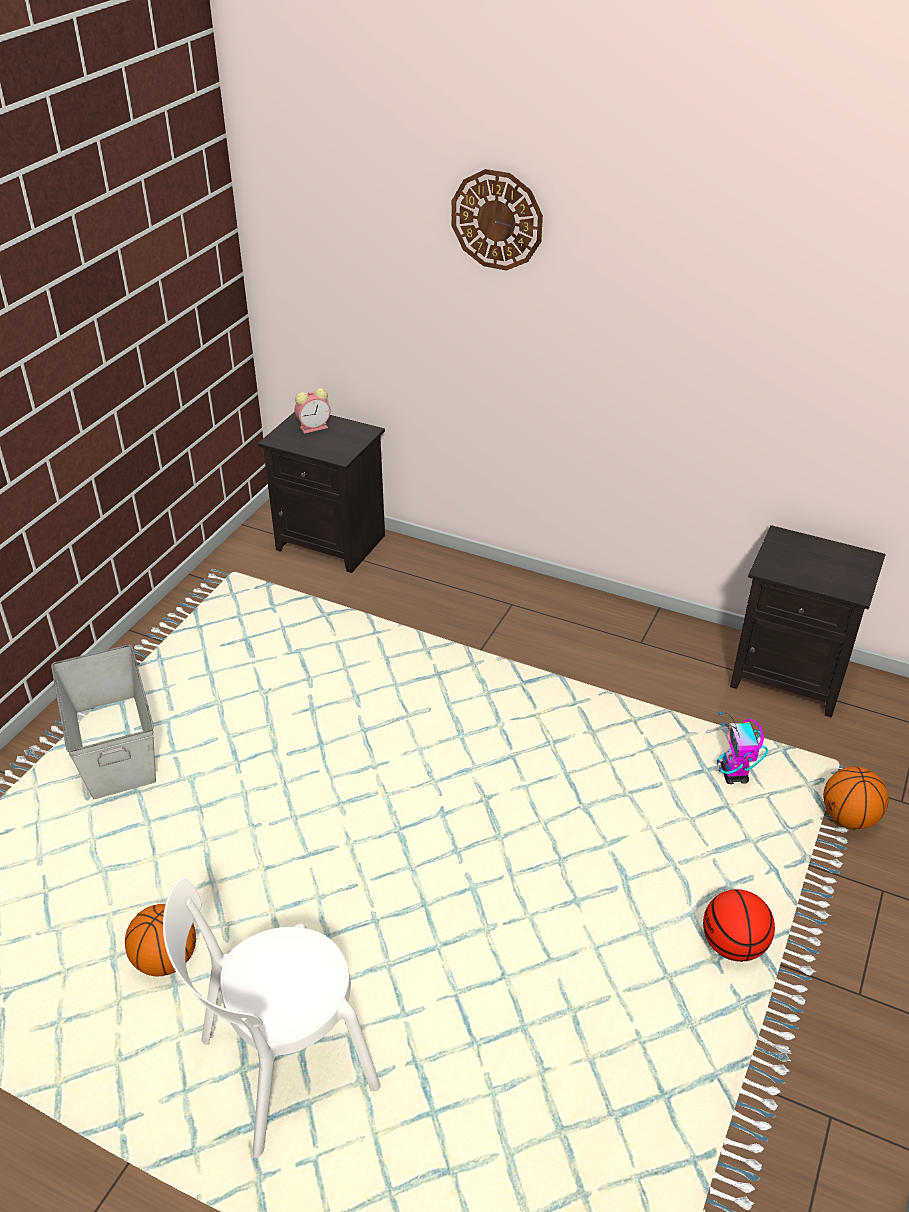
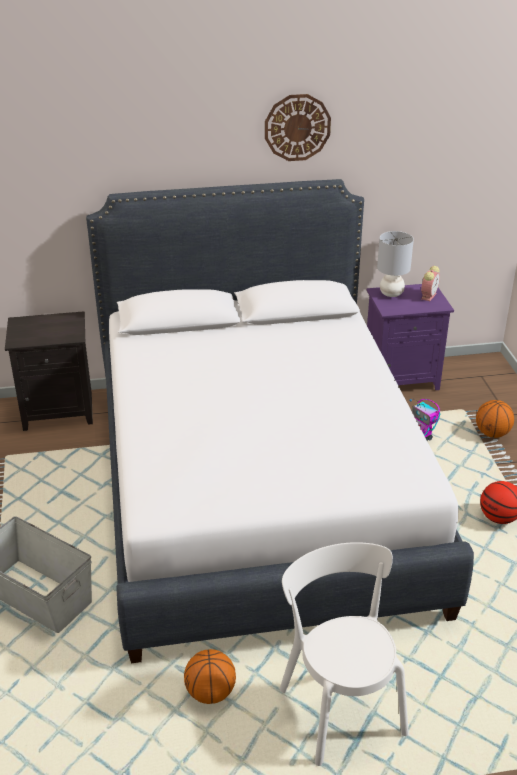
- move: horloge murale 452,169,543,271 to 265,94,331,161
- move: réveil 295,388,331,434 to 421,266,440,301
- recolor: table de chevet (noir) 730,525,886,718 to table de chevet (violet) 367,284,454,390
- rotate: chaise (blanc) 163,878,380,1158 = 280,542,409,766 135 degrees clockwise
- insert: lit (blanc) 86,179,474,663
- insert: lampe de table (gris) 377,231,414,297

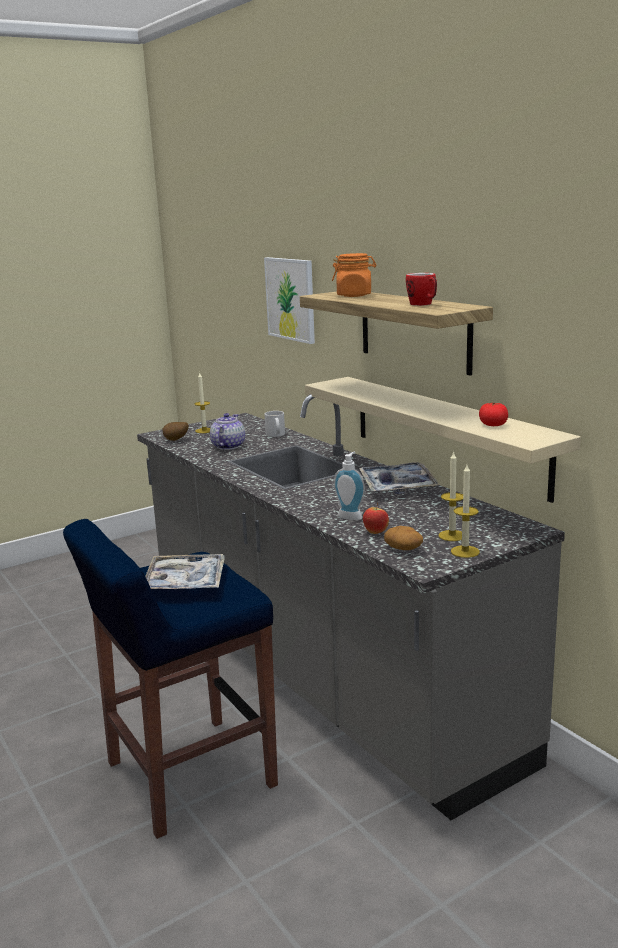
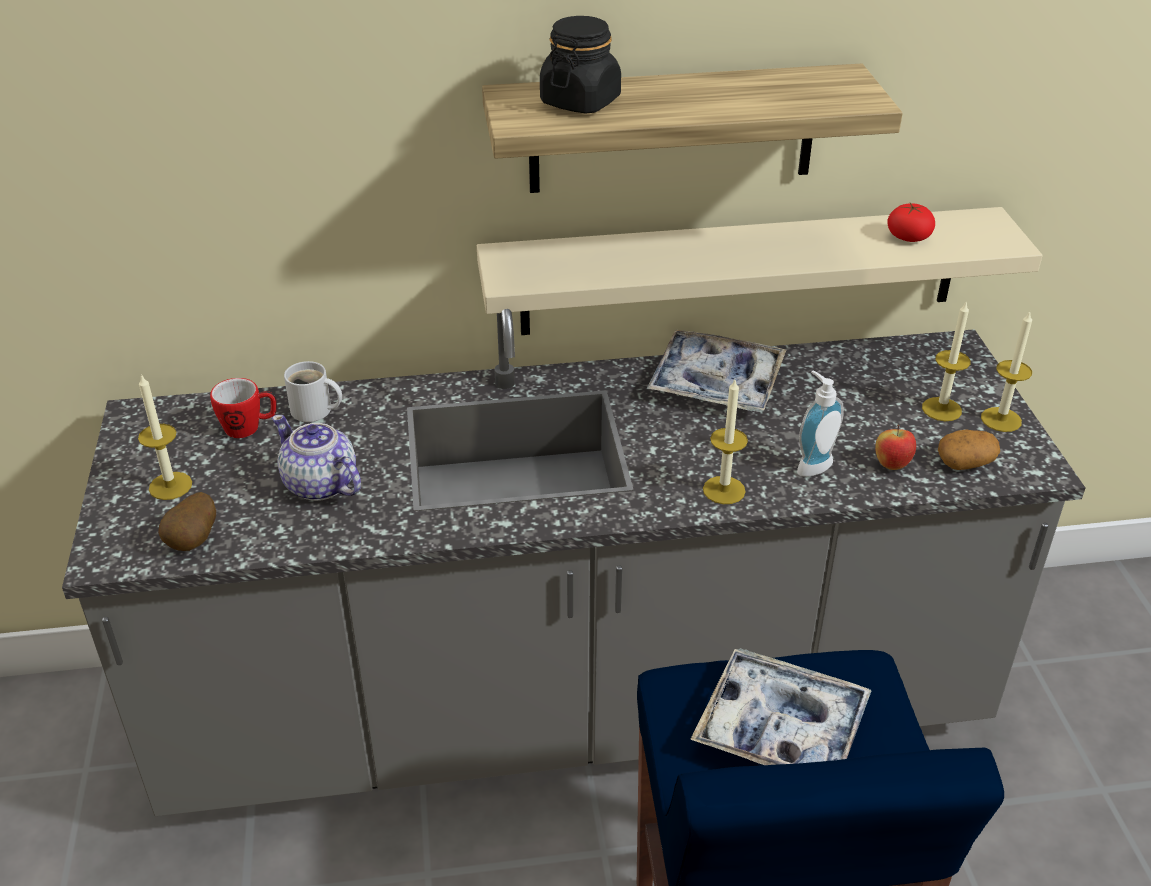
- recolor: bocal (orange) 332,253,376,297 to bocal (noir) 540,16,621,113
- delete: tableau 264,257,315,344
- move: mug 406,273,437,306 to 210,378,277,438
- insert: bougie 703,380,748,504

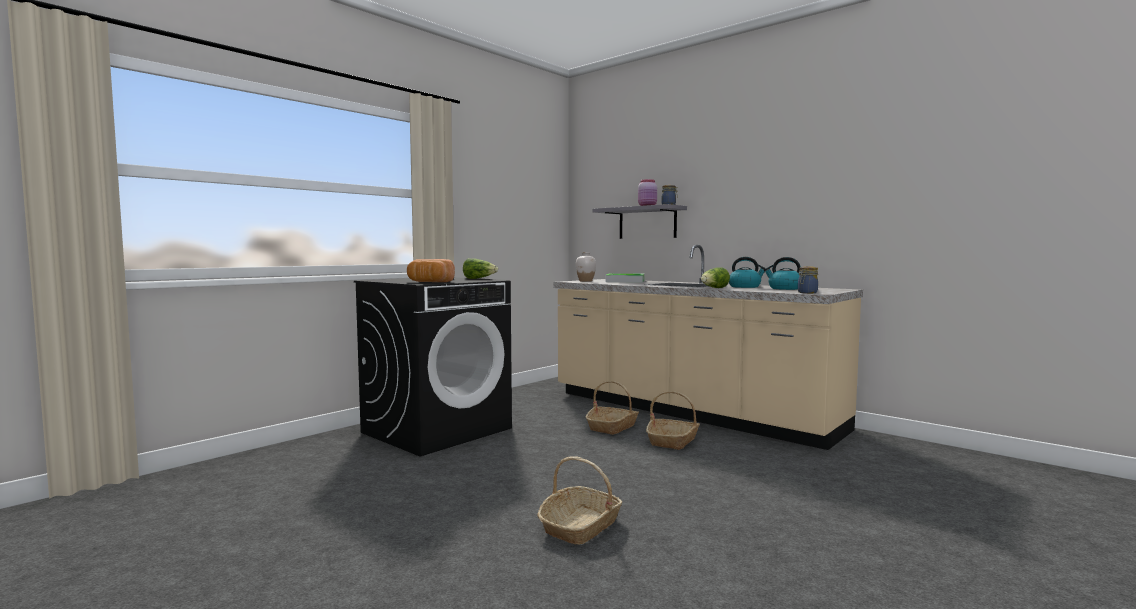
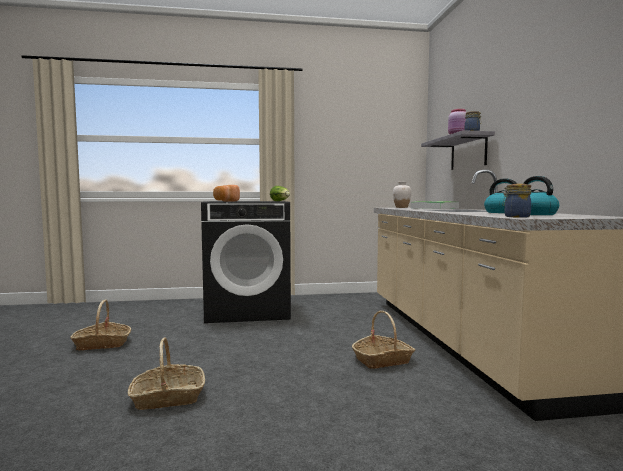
- delete: laitue 701,267,730,288
- move: panier 585,381,639,435 to 70,299,131,350

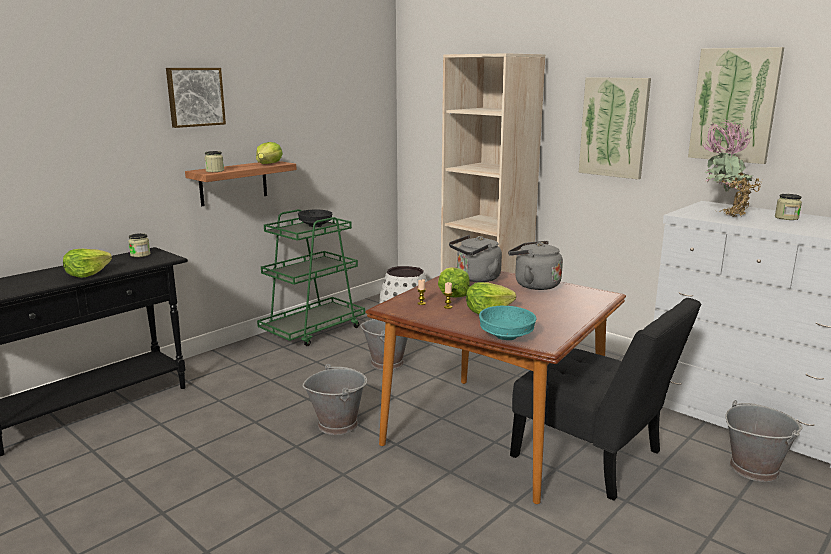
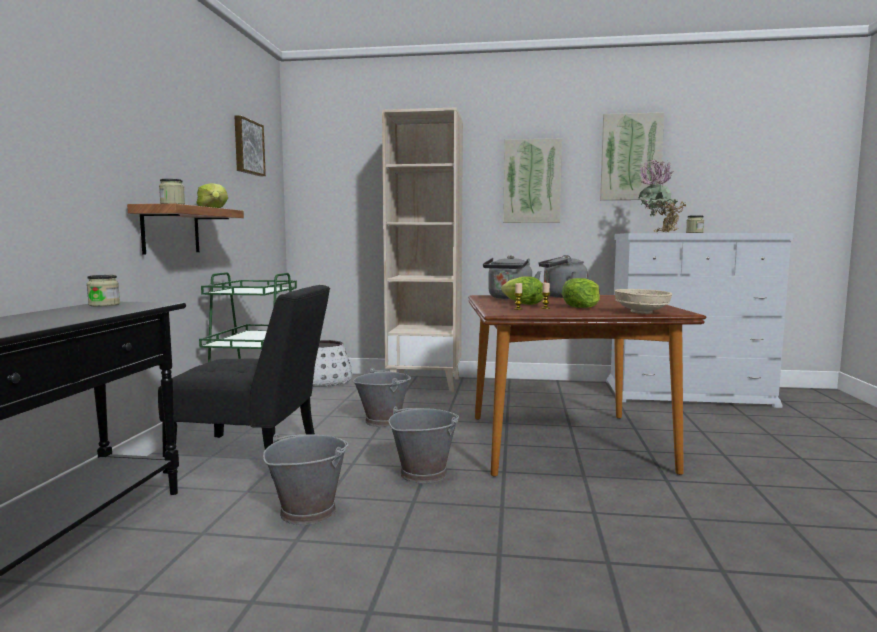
- move: tableau 166,68,226,128 to 234,115,266,176
- delete: bol (noir) 298,209,332,227
- delete: laitue 63,249,112,278
- move: chaise (noir) 510,298,701,501 to 158,285,330,476
- recolor: bol (turquoise) 479,306,537,340 to bol (beige) 615,289,672,314
- move: seau (gris) 726,400,802,482 to 263,434,349,525

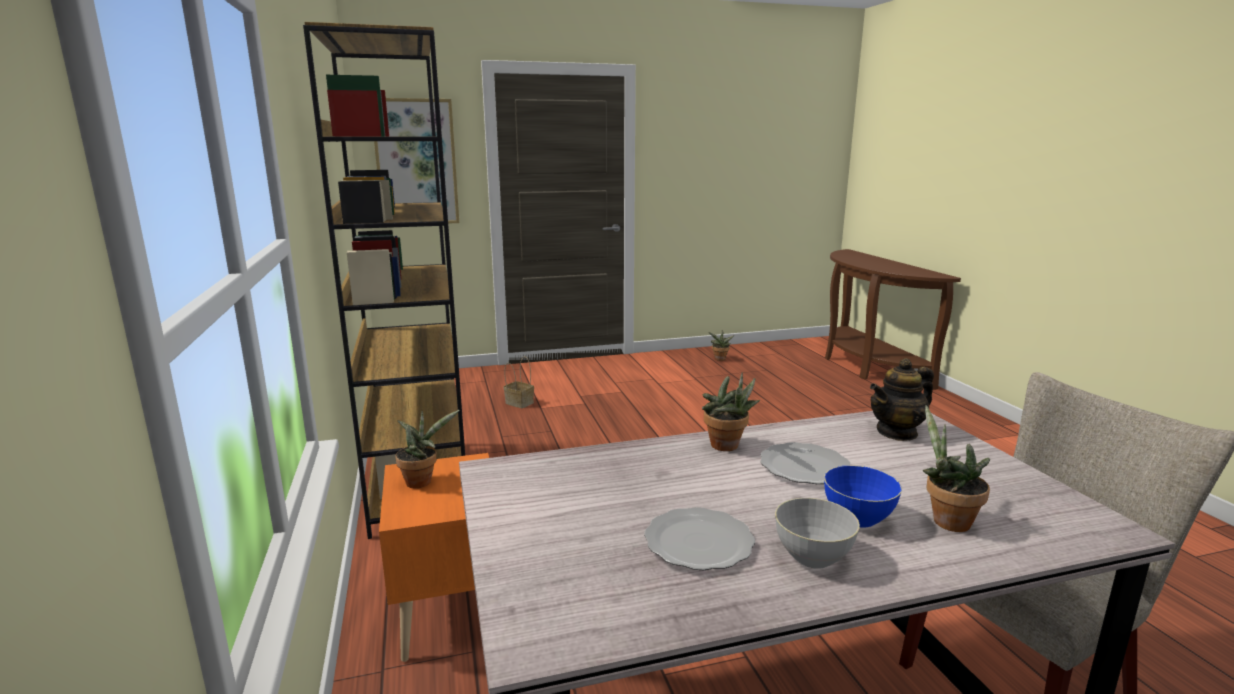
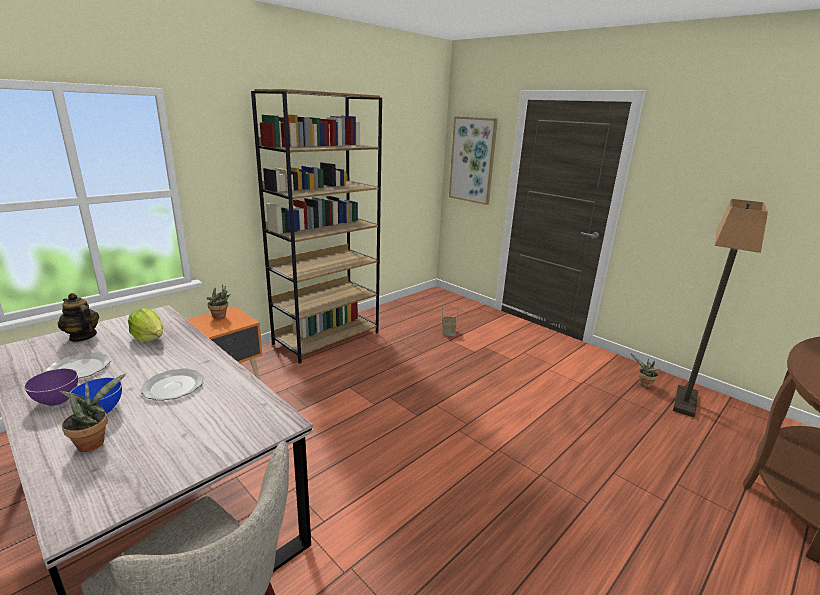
- move: théière 870,358,934,441 to 58,293,99,342
- delete: plante en pot 702,372,760,451
- recolor: bol (gris) 775,498,860,569 to bol (violet) 24,368,78,406
- insert: lampadaire 673,199,768,417
- insert: laitue 128,308,163,341

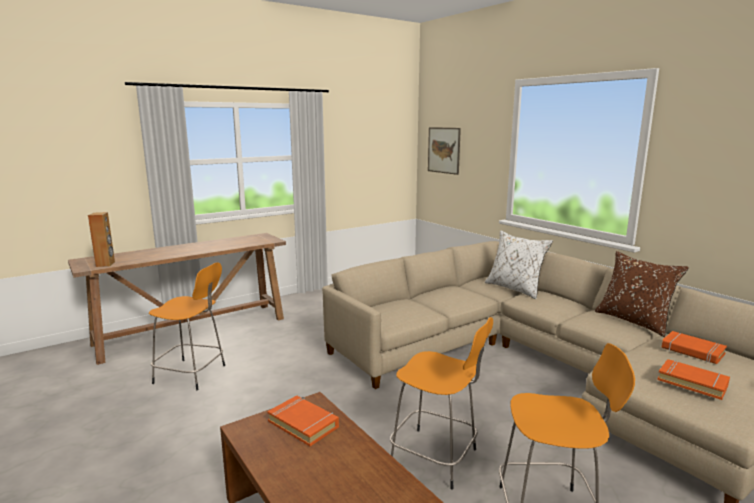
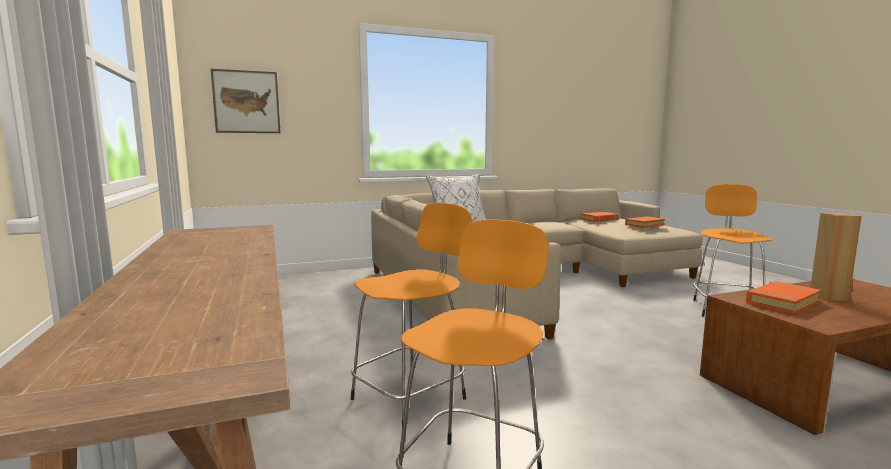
- move: enceinte (marron) 88,212,115,267 to 810,213,862,301
- delete: coussin (marron) 595,251,689,337
- move: tabouret (orange) 390,317,493,489 to 351,203,472,425

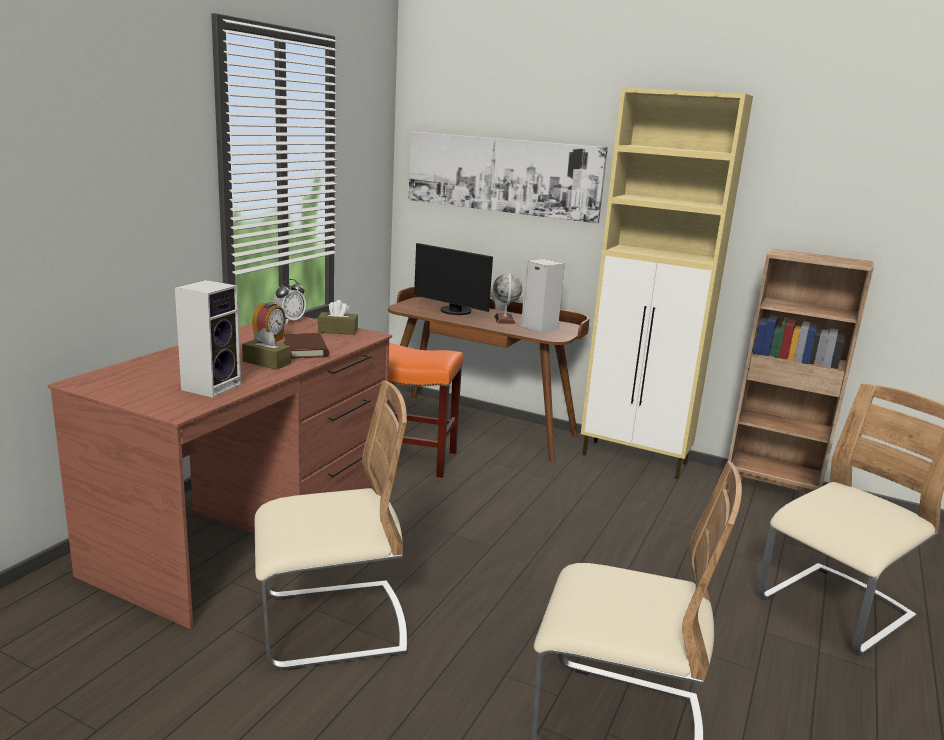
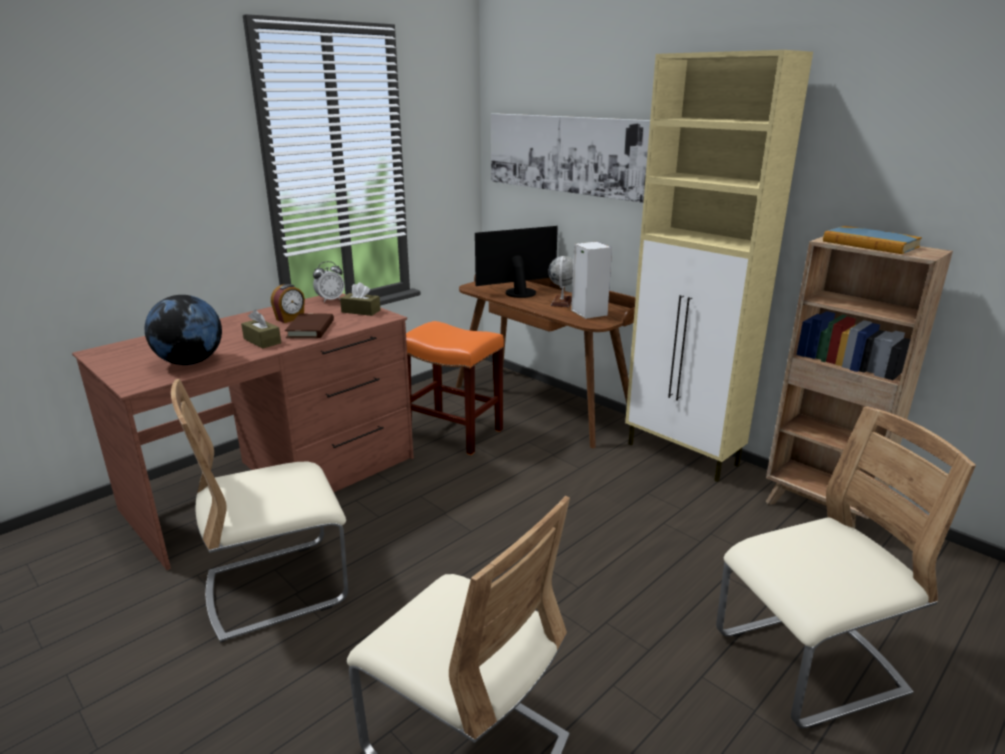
- rotate: écran d'ordinateur 414,243,493,315 = 475,226,558,298 105 degrees clockwise
- replace: enceinte 175,280,241,398 to globe 145,295,222,365
- rotate: chaise (beige) 255,380,407,670 = 171,379,348,643 150 degrees clockwise
- insert: livre 823,226,922,254

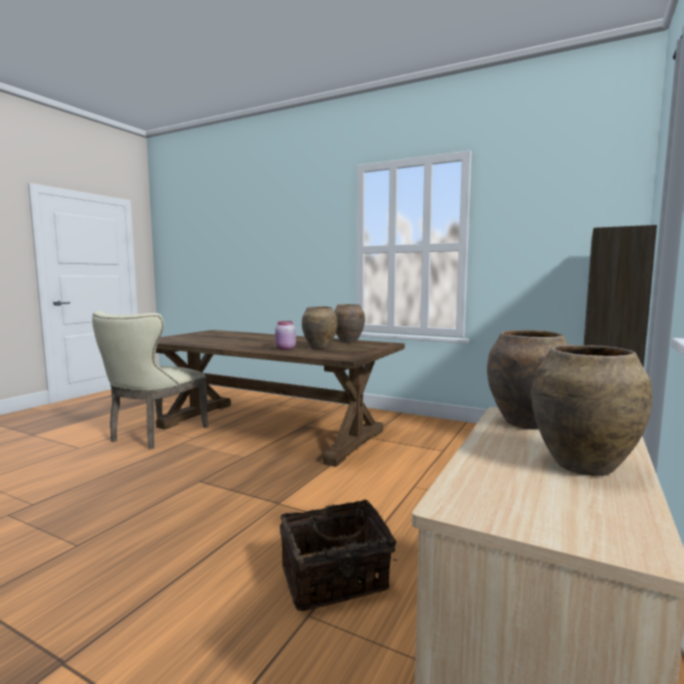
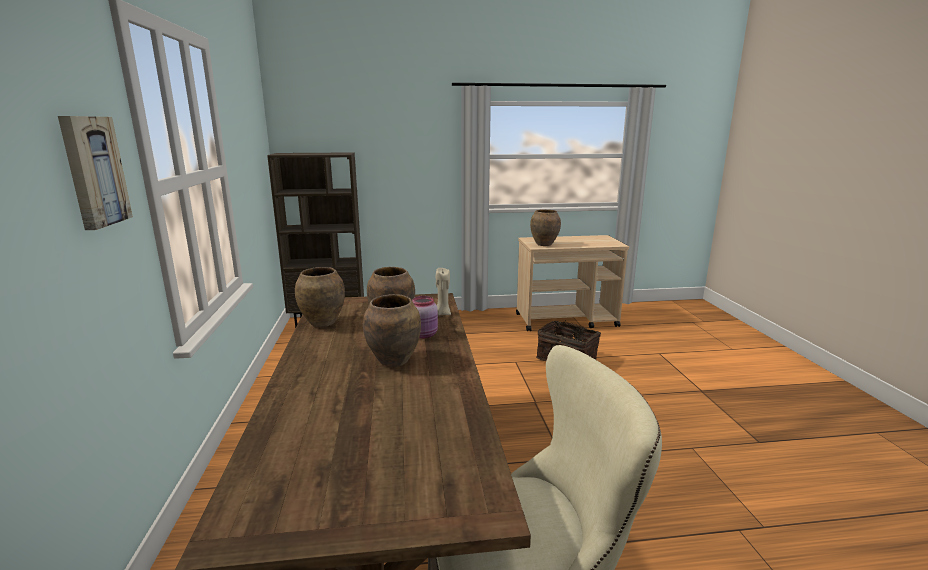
- move: vase (marron) 532,345,652,476 to 363,294,421,367
- insert: tableau 58,116,133,230
- insert: bougie (beige) 436,268,451,316

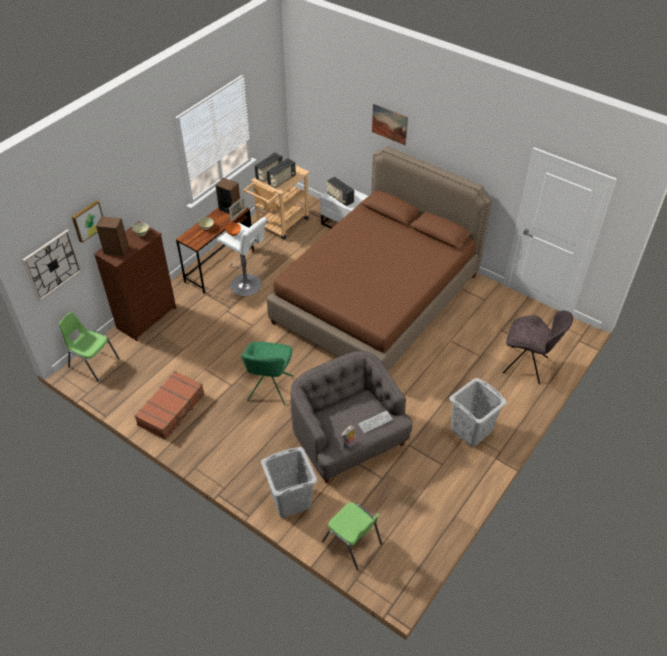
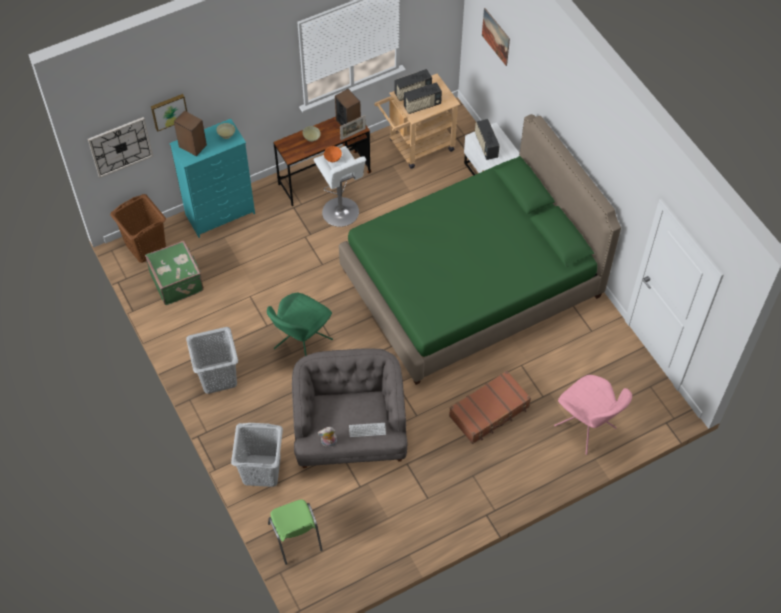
- move: tableau 372,104,408,145 to 482,8,510,66
- recolor: lit (marron) 266,146,492,371 to lit (vert) 339,114,621,385
- recolor: commode (marron) 94,222,176,341 to commode (turquoise) 169,118,255,238
- recolor: chaise (gris) 502,311,573,384 to chaise (rose) 554,375,632,455
- replace: chaise (vert) 58,312,120,382 to panier à linge (marron) 110,194,166,263
- move: valise (marron) 134,371,204,440 to 449,370,531,444
- move: panier à linge (gris) 449,378,507,447 to 186,327,238,394
- insert: valise (vert) 145,240,204,305

